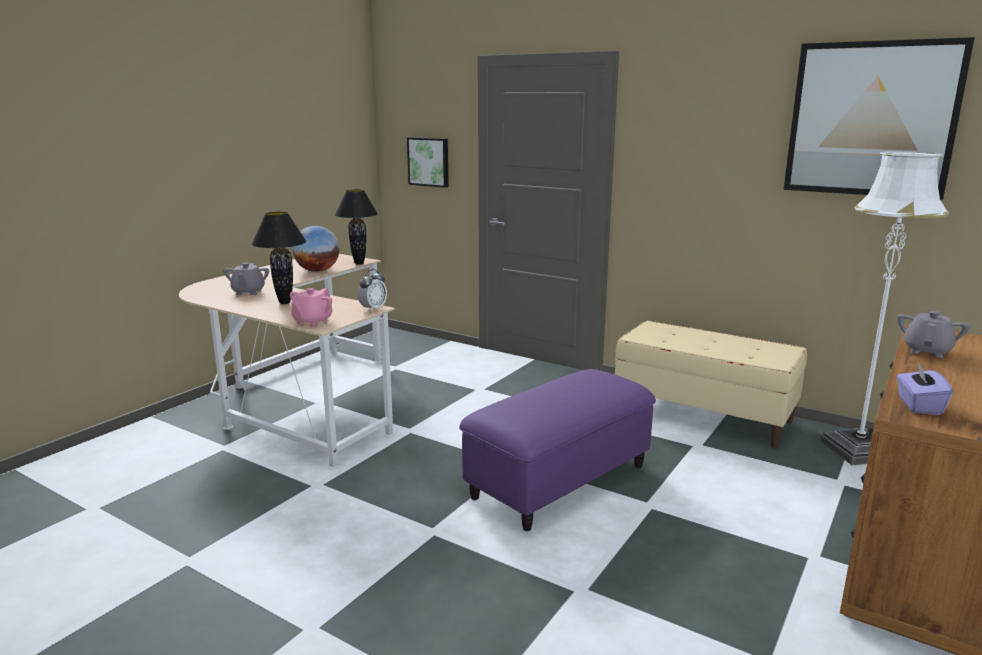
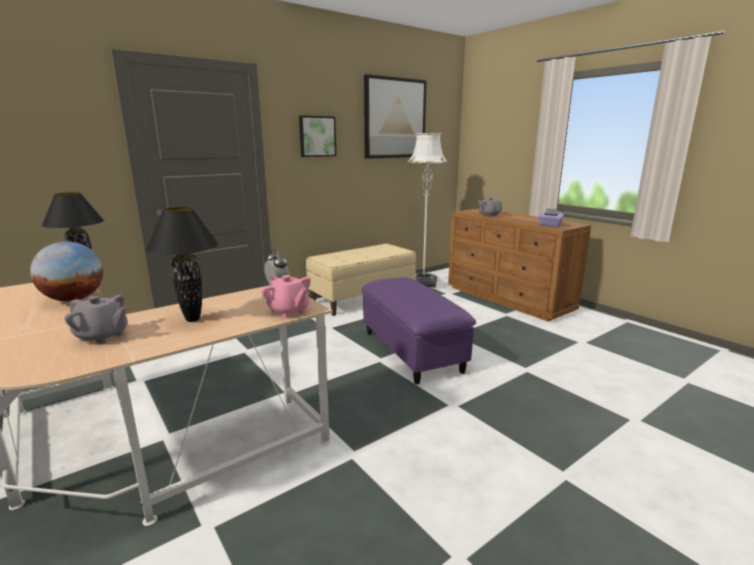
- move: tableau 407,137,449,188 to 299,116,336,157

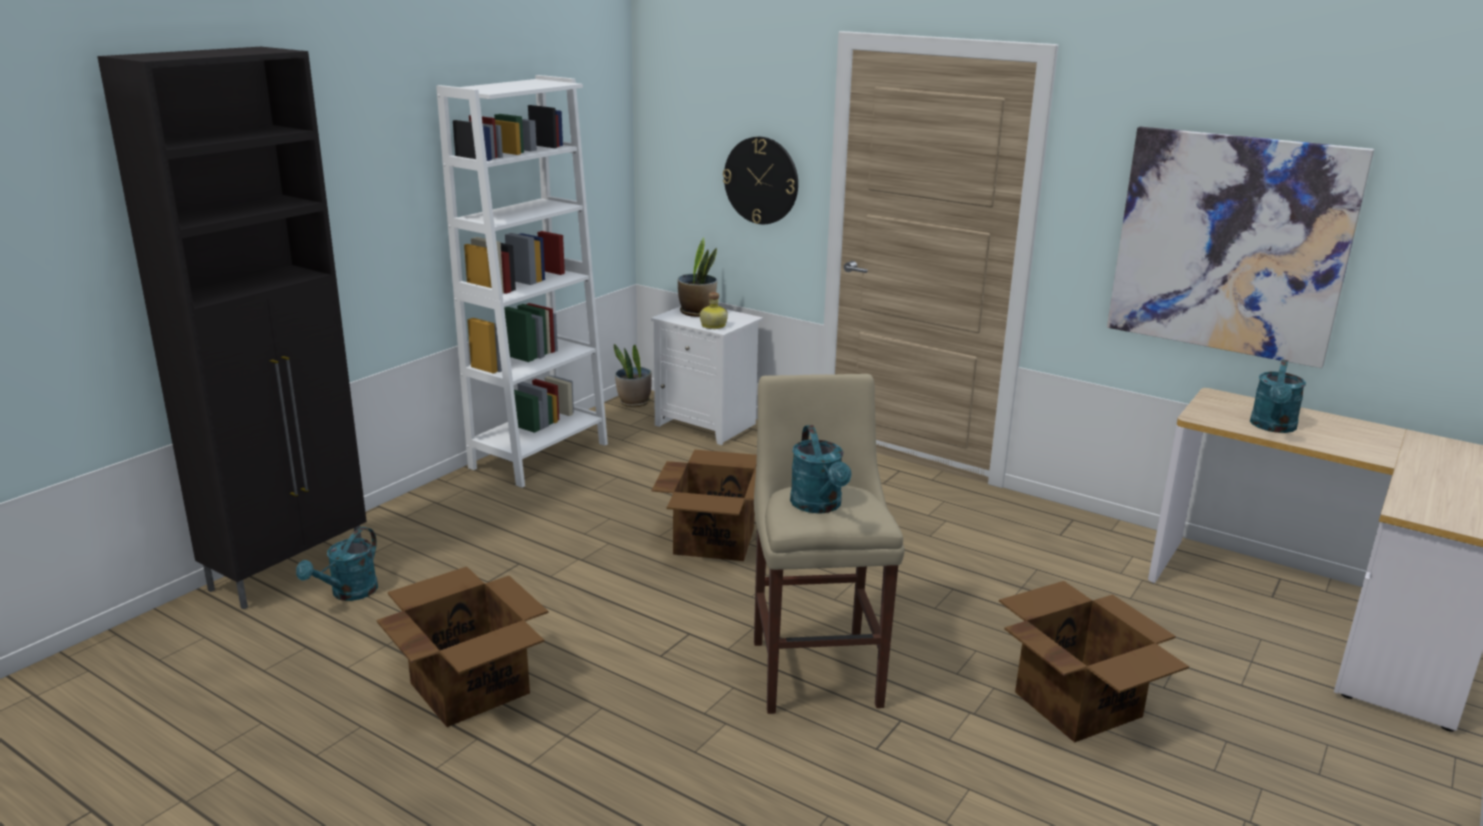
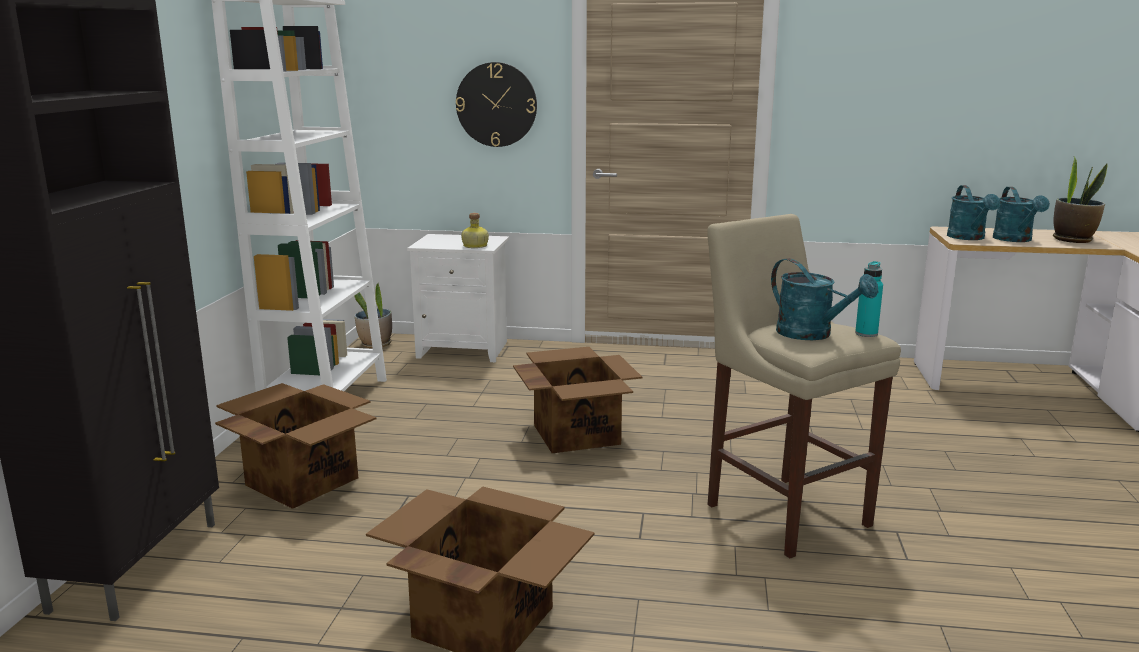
- delete: tableau 1107,126,1374,368
- move: plante en pot 678,237,717,317 to 1053,156,1108,243
- move: arrosoir (turquoise) 296,527,378,601 to 947,185,1000,240
- move: carton 999,581,1189,743 to 215,383,376,509
- insert: bouteille (turquoise) 855,261,883,337

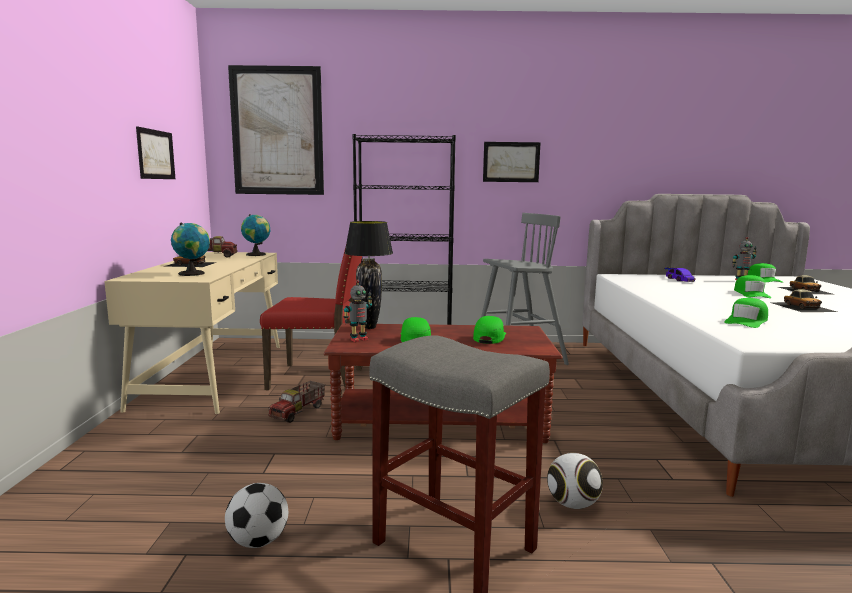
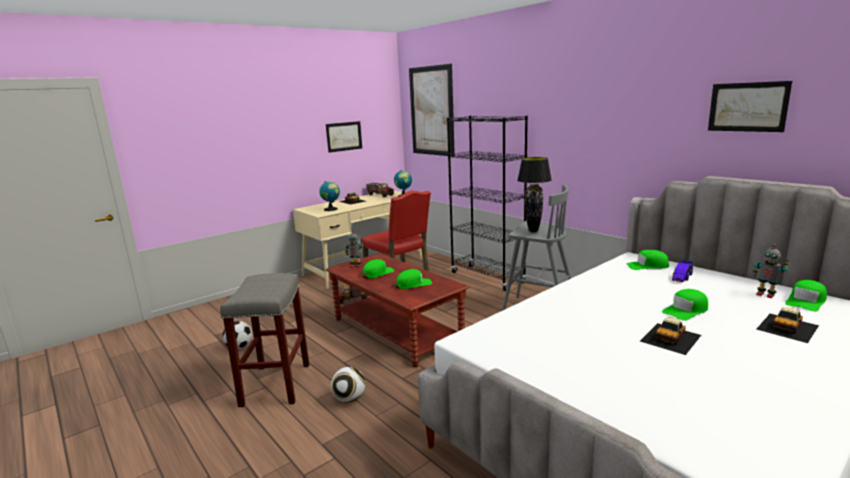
- move: tableau 483,142,541,182 to 708,81,792,132
- move: lampe de table (noir) 344,221,393,329 to 517,157,552,232
- move: casquette (vert) 724,298,768,328 to 626,250,669,270

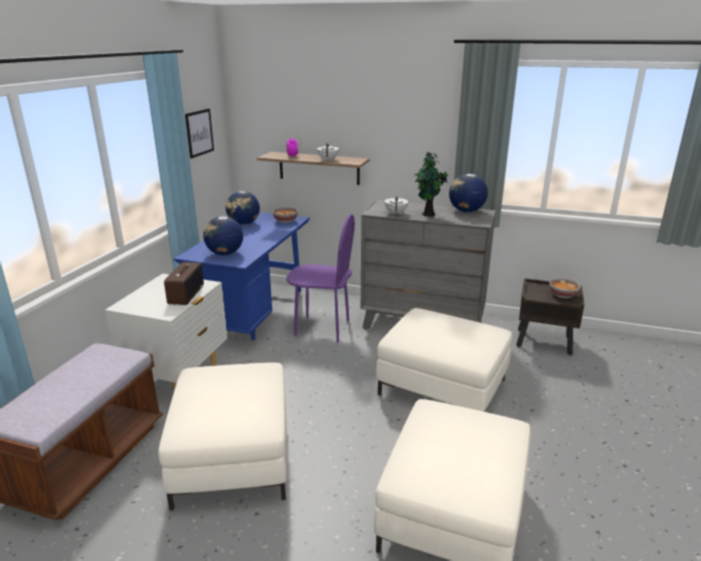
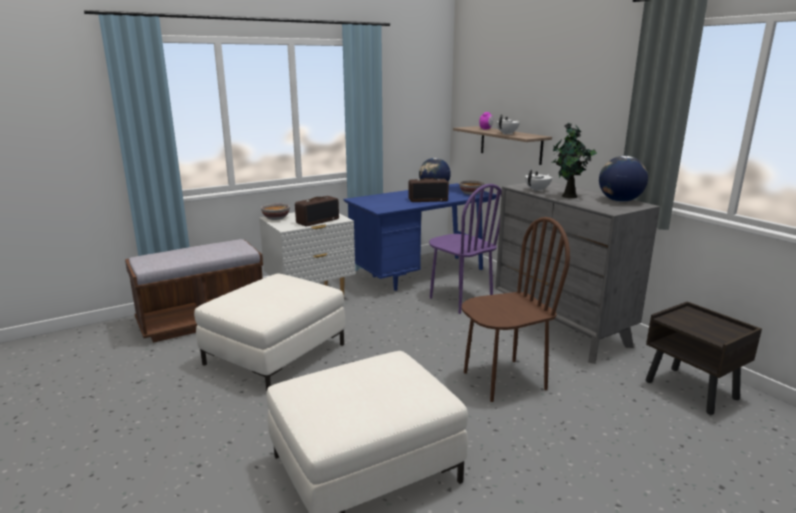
- delete: tableau 185,109,214,159
- delete: globe 203,216,243,255
- move: bol 550,278,581,298 to 261,203,290,220
- replace: pouf (blanc) 376,308,512,411 to chaise (marron) 462,217,570,402
- insert: radio 408,178,449,202

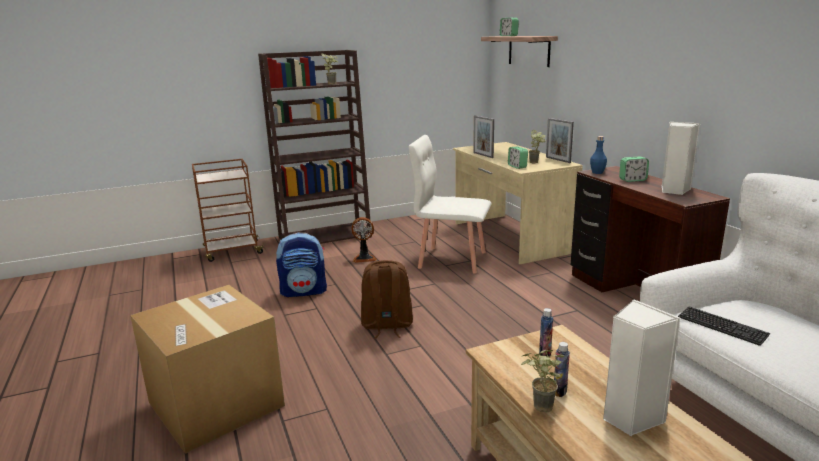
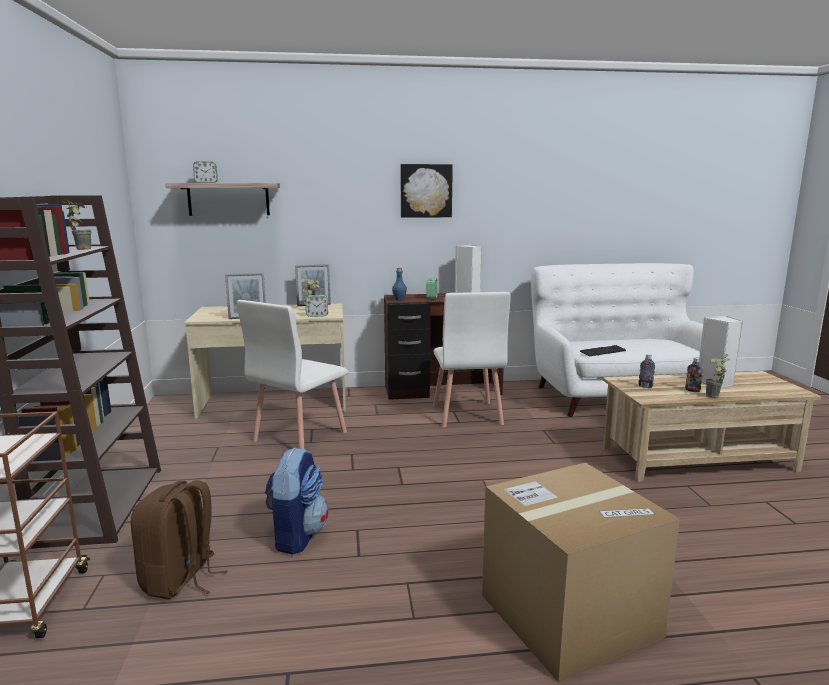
- delete: ventilateur 352,217,377,263
- move: sac à dos (marron) 361,260,413,339 to 131,480,228,599
- insert: tableau 400,164,453,218
- insert: chaise (blanc) 433,292,511,428

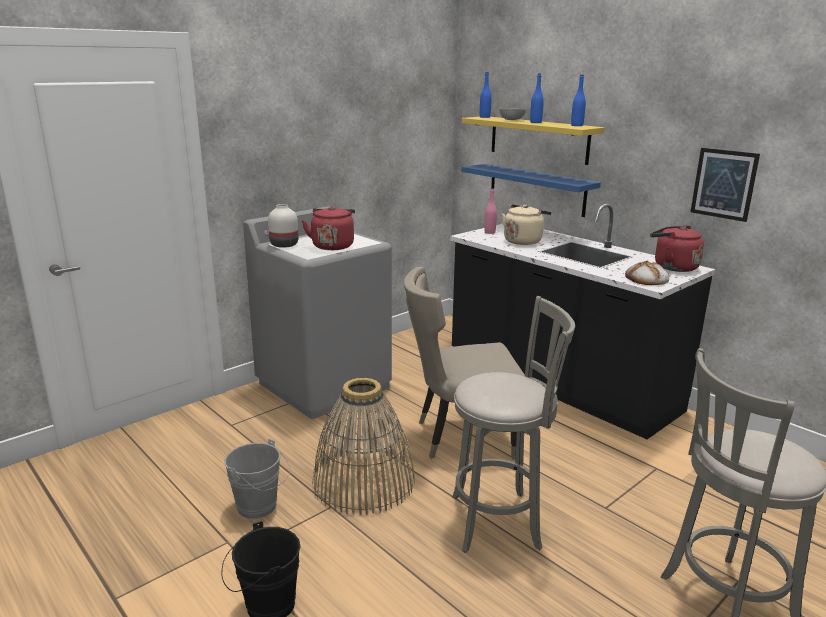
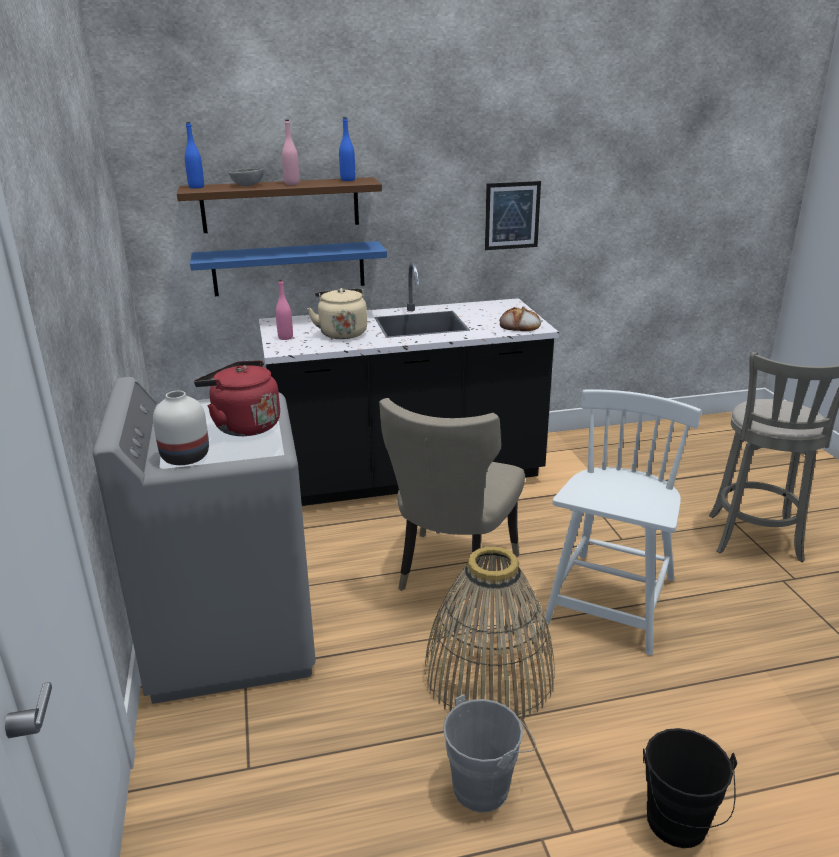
- recolor: bouteille (bleu) 530,74,544,123 to bouteille (rose) 282,120,300,185
- recolor: étagère (jaune) 462,117,605,165 to étagère (marron) 177,177,382,233
- delete: bouilloire (rouge) 650,226,704,272
- replace: tabouret (gris) 452,296,575,553 to chaise (blanc) 544,389,701,655

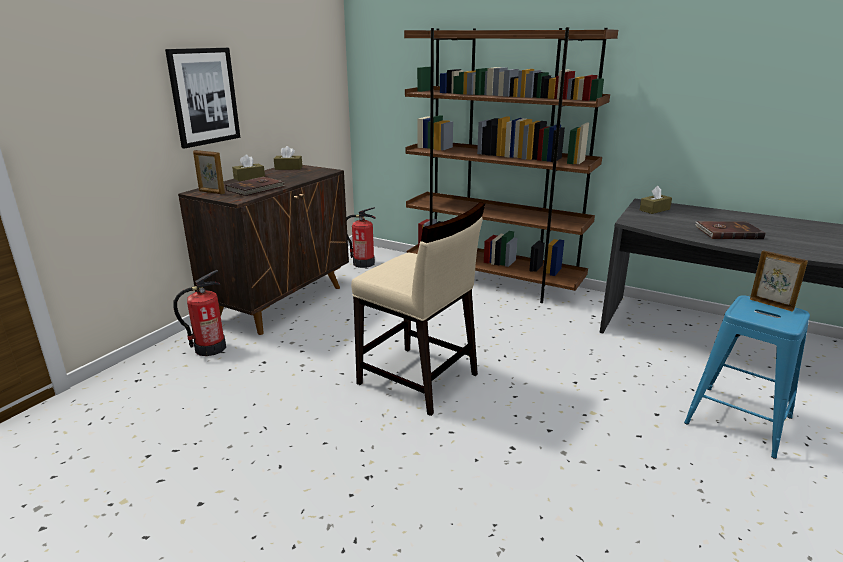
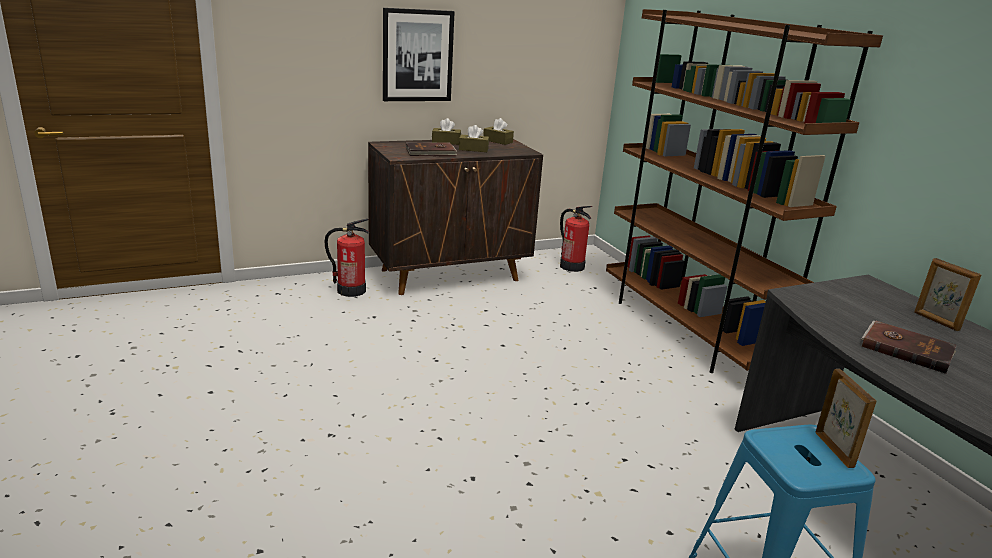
- move: cadre photo 193,150,225,194 to 914,258,981,331
- move: boîte à mouchoirs (marron) 640,186,672,214 to 459,125,489,152
- delete: chaise (beige) 351,202,485,416

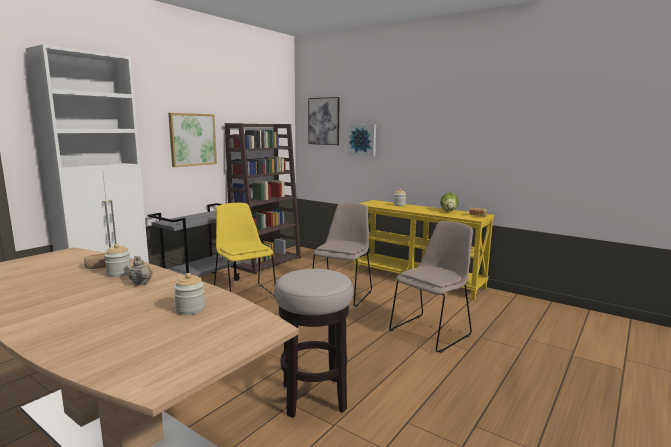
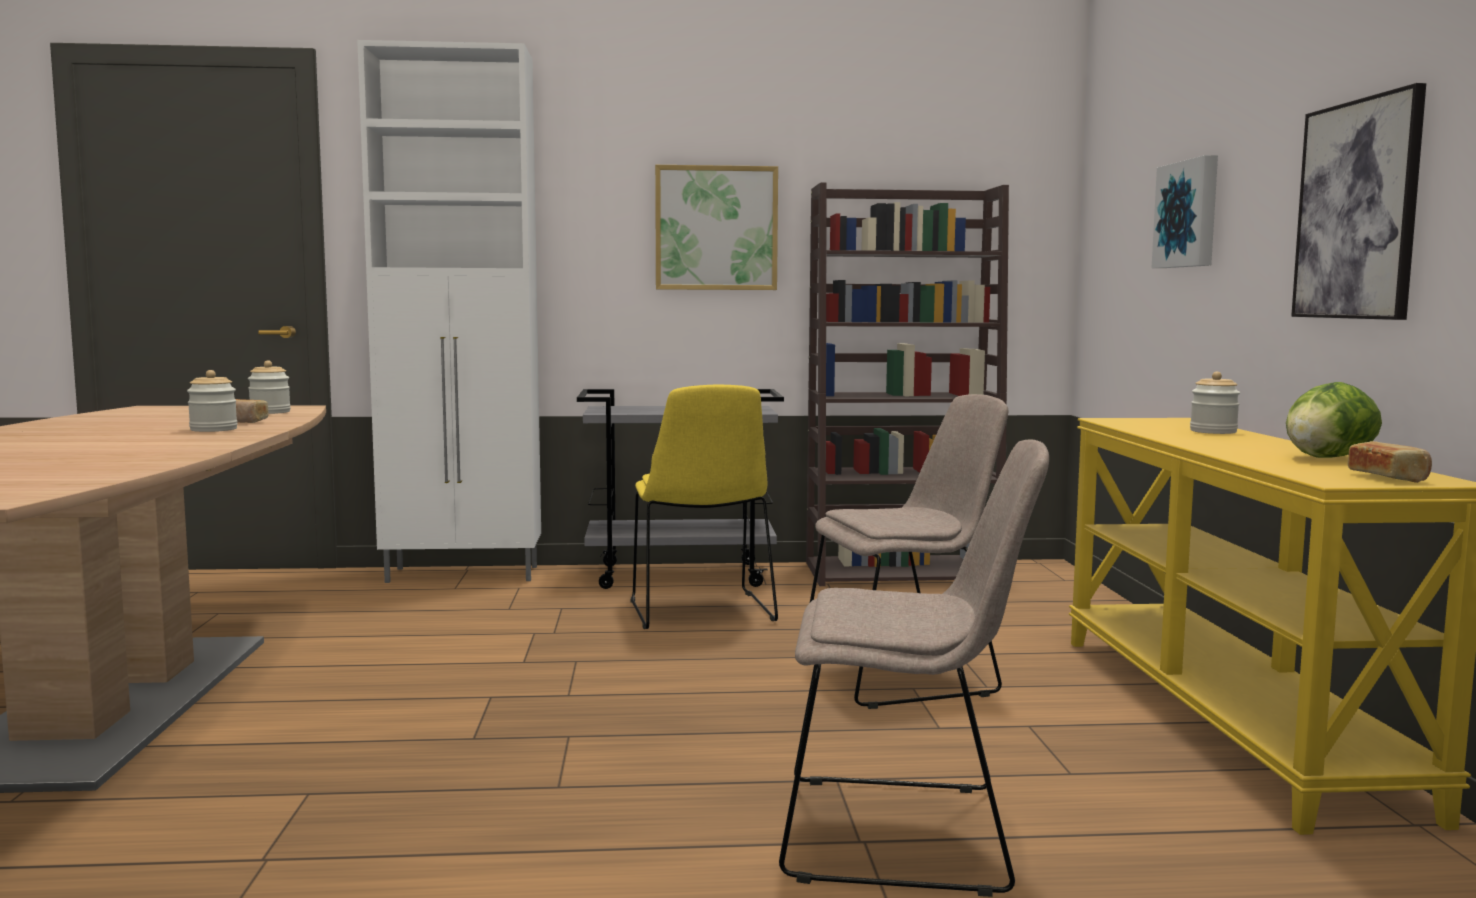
- move: tableau 308,97,340,145 to 1291,83,1426,320
- rotate: chaise (jaune) 214,203,276,298 = 631,384,778,629 150 degrees clockwise
- delete: théière (beige) 128,256,153,285
- delete: tabouret 274,269,353,418
- move: bocal 174,273,205,315 to 248,360,291,414

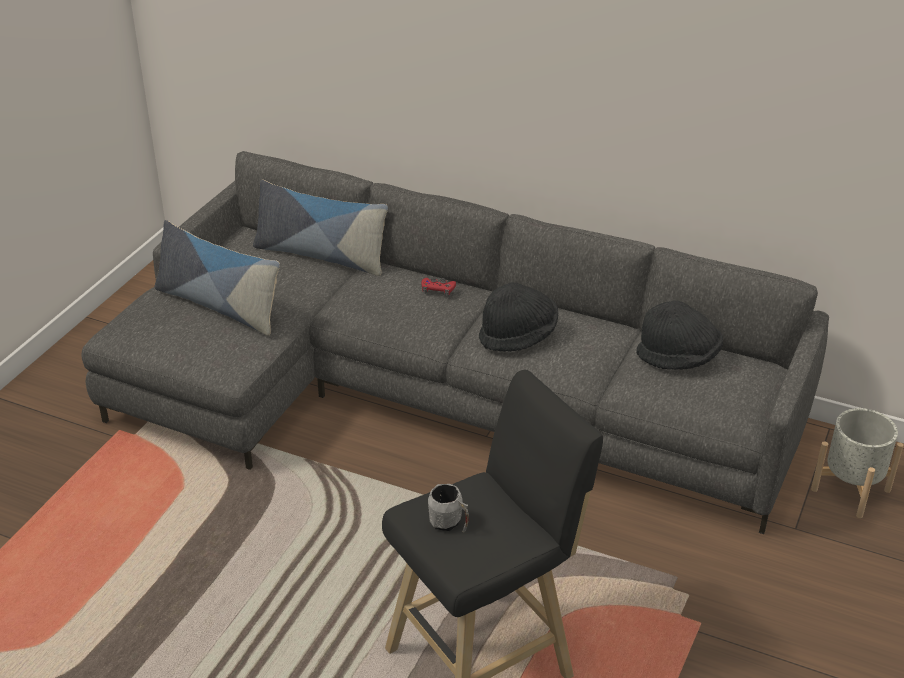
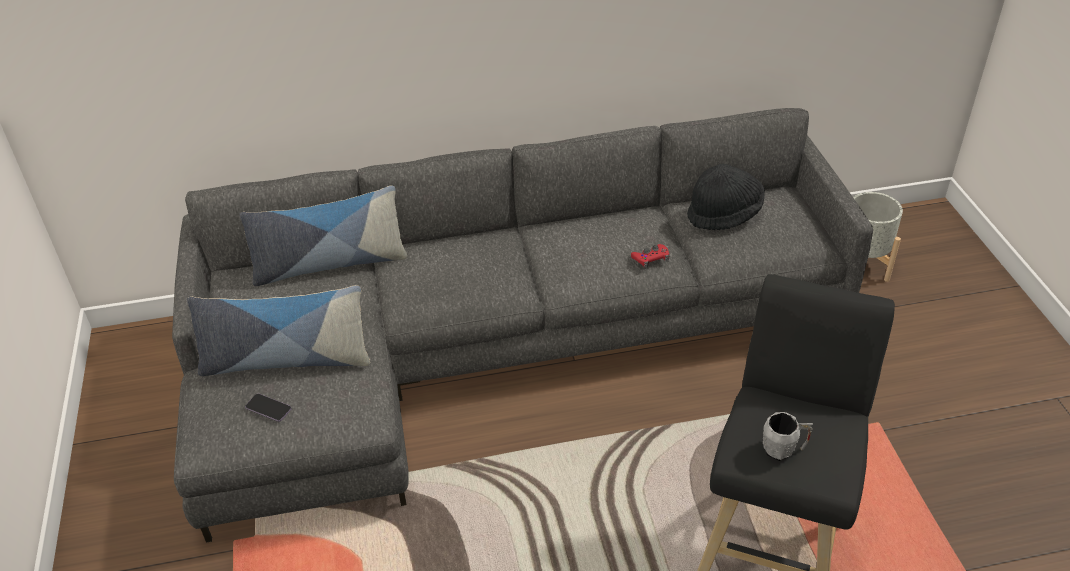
- move: manette (rouge) 421,277,456,296 to 631,244,669,268
- delete: chapeau (noir) 479,282,558,352
- insert: téléphone 245,394,291,422

